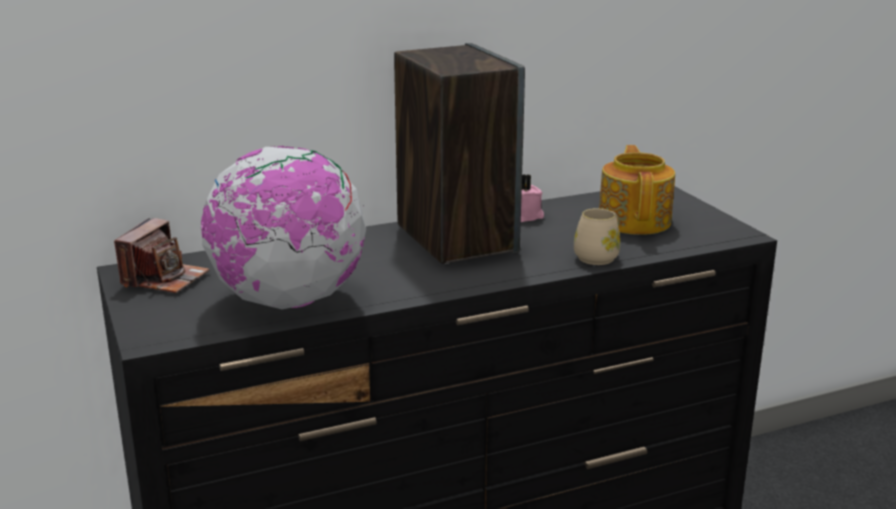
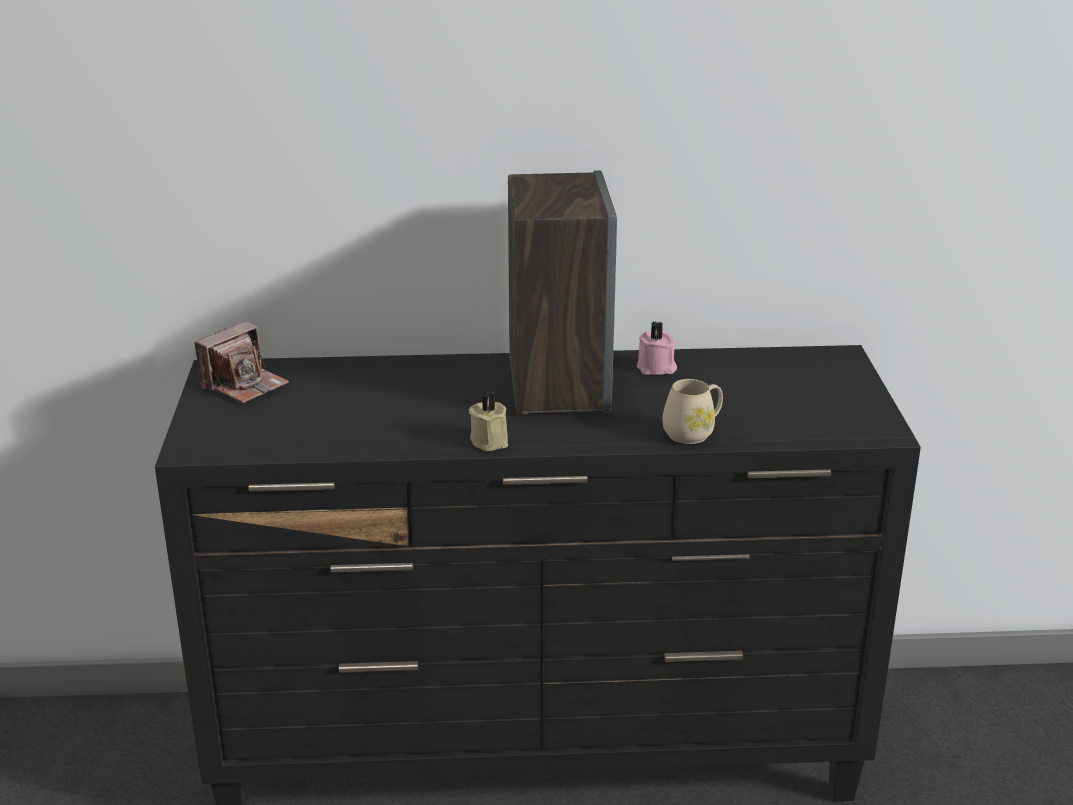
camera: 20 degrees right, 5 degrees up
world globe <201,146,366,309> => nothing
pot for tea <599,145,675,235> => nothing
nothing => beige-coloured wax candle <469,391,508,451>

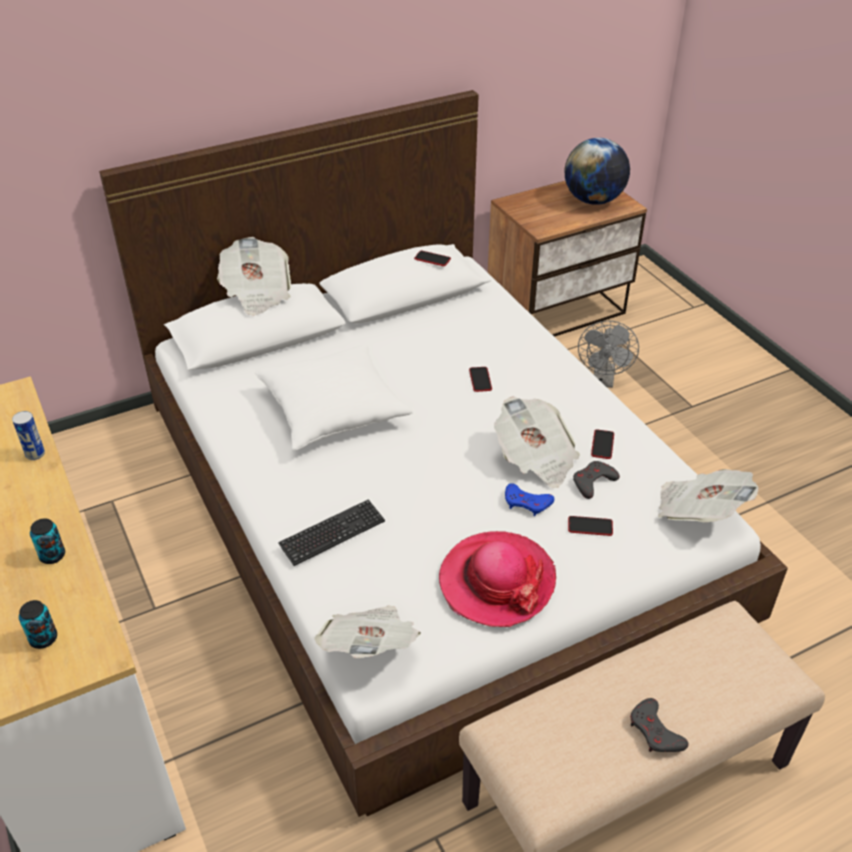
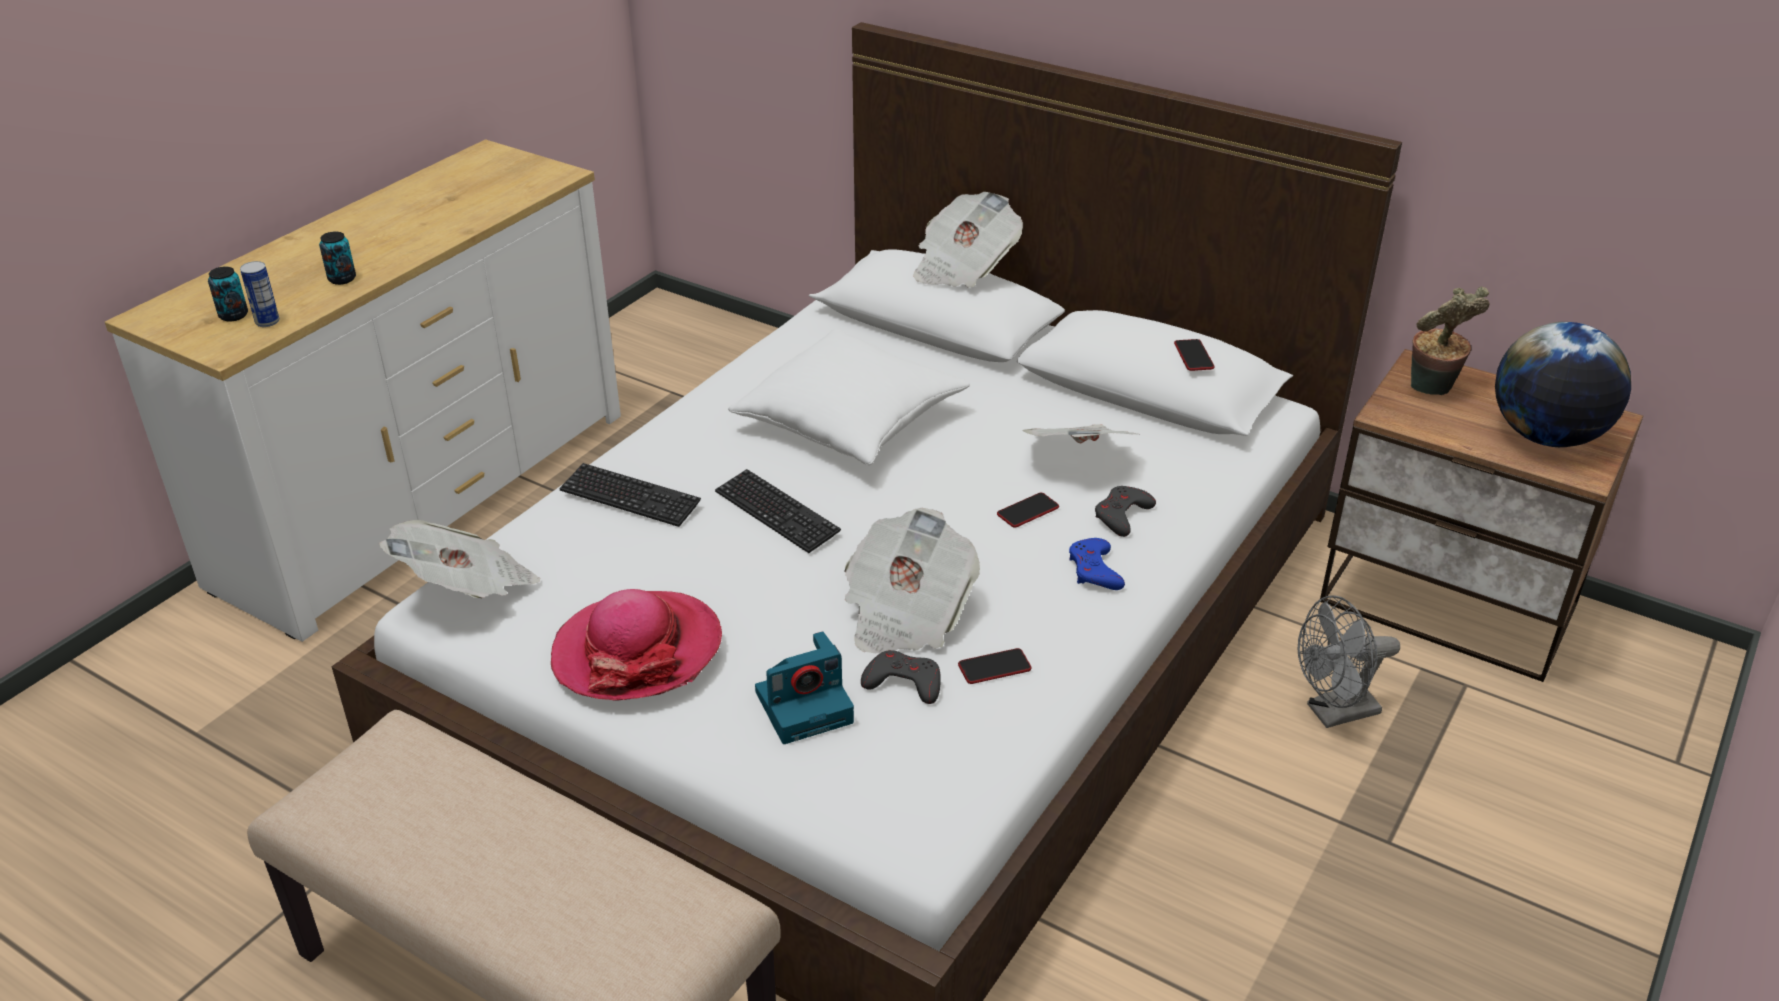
camera: 60 degrees right, 5 degrees down
can <12,411,45,460> => can <240,261,279,327>, move
bluish joypad <505,483,554,516> => bluish joypad <1069,538,1125,590>, move
handset <568,516,613,536> => photo camera <755,631,854,744>
grey joypad <630,698,689,752> => grey joypad <1095,486,1156,537>, move
daily paper <658,469,759,522> => daily paper <1022,425,1137,443>, move
nothing => keyboard <715,469,841,553>
nothing => plant in a pot <1411,286,1489,395>

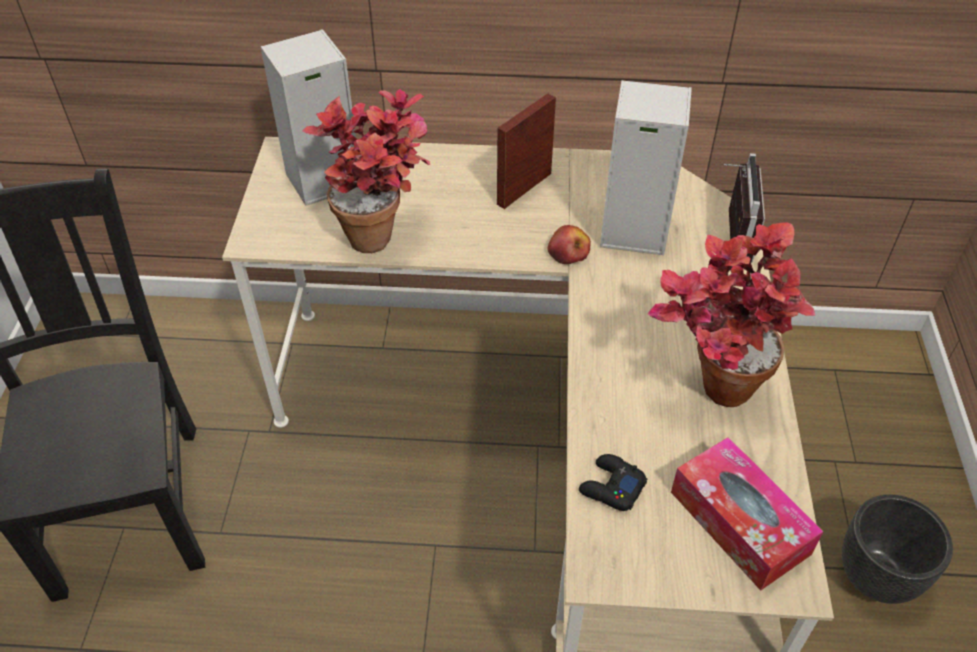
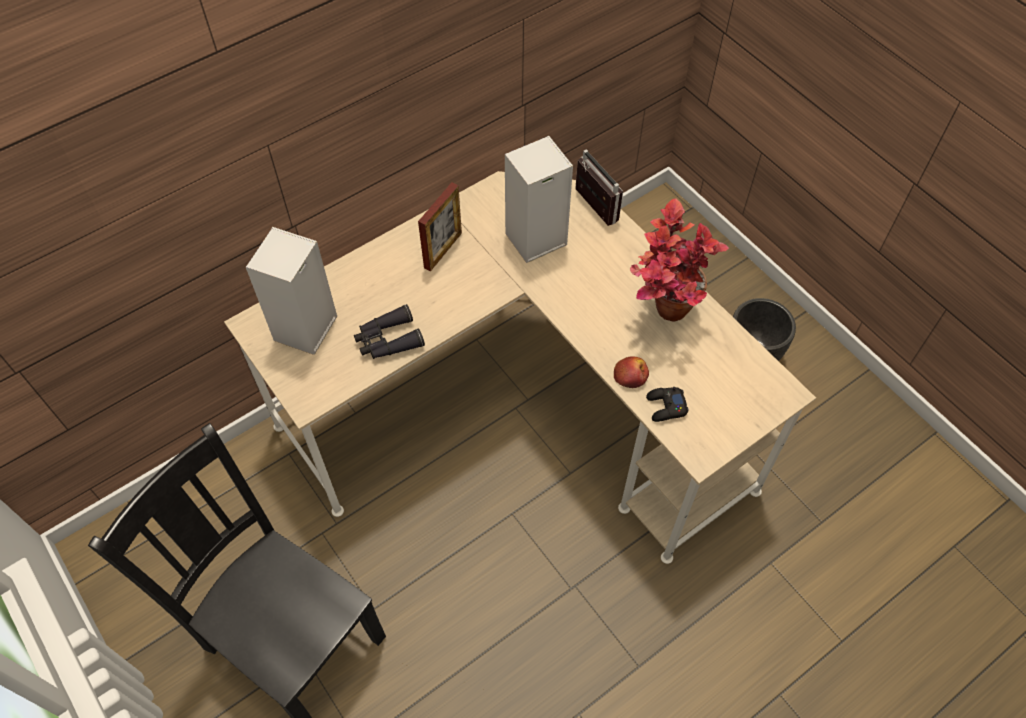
camera: 40 degrees left, 10 degrees up
plant in a pot <302,89,430,253> => black-coloured field glasses <354,304,425,359>
photo frame <497,94,556,209> => photo frame <418,182,462,272>, 150 degrees counterclockwise
apple <547,225,591,264> => apple <614,356,649,388>, move
tissue holder <671,437,823,591> => nothing

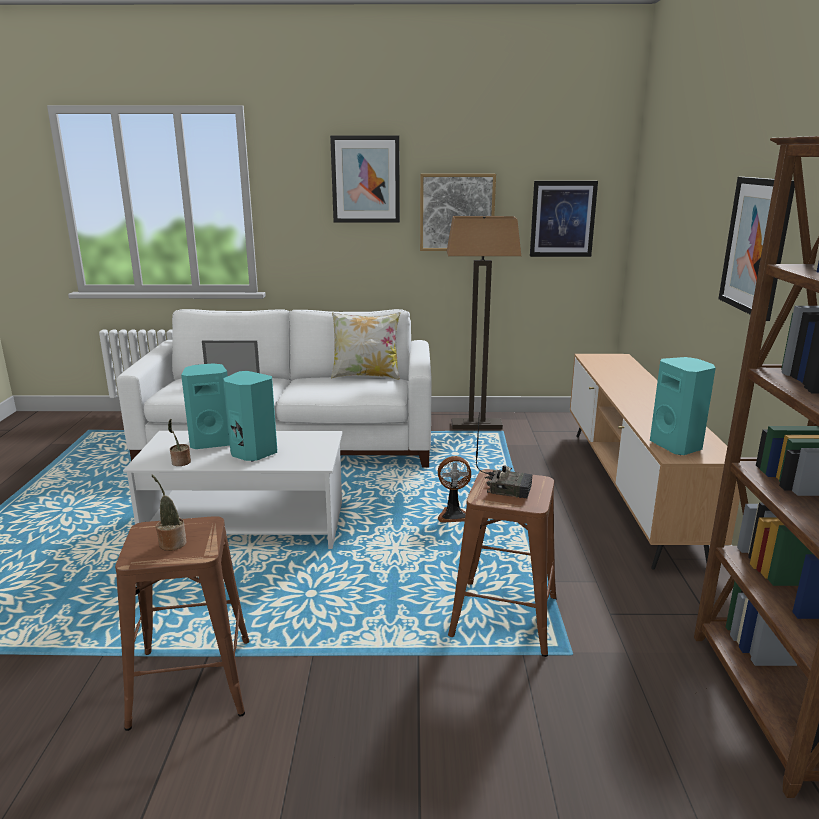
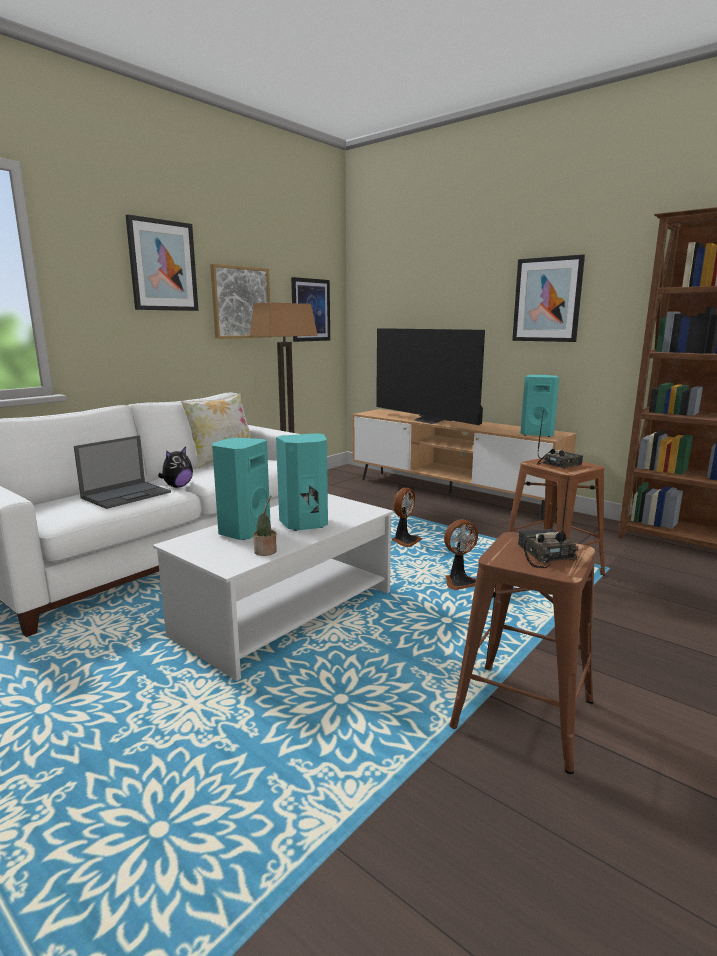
camera: 50 degrees left, 5 degrees down
plant in a pot <152,475,187,551> => radio receiver <518,476,578,568>
nothing => plush toy <158,447,193,488>
nothing => TV set <376,328,485,425>
nothing => fan <444,519,478,590>

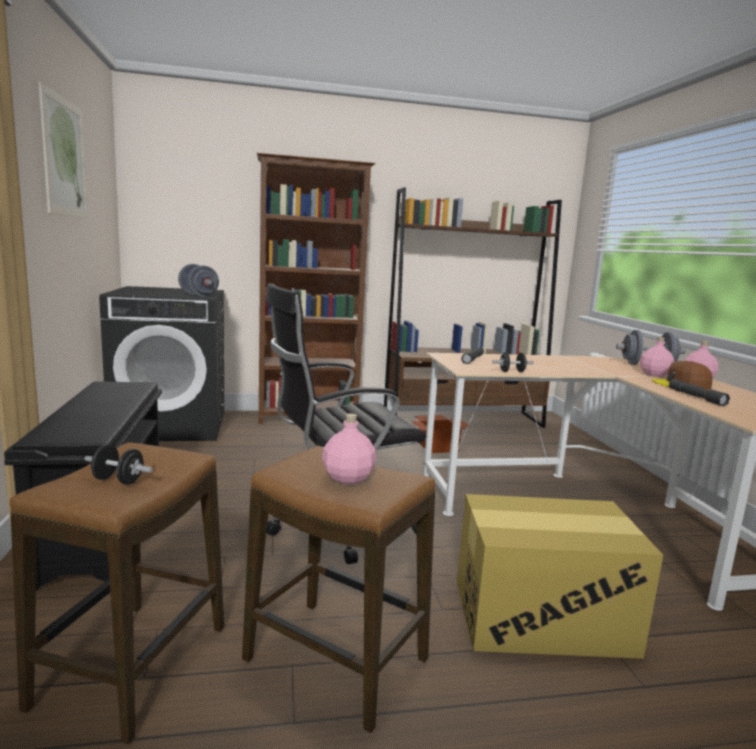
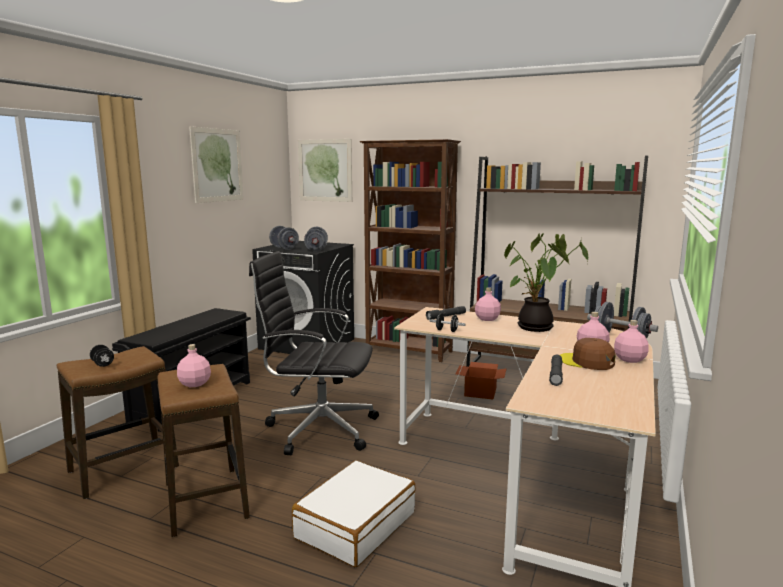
camera: 35 degrees right, 0 degrees up
carton <457,494,663,659> => whitish piece of luggage <292,460,415,567>
nothing => grey dumbbell <269,226,299,250>
nothing => wall art <298,139,352,202>
nothing => pinkish bottle <475,287,501,321>
nothing => plant in a pot <504,233,588,332>

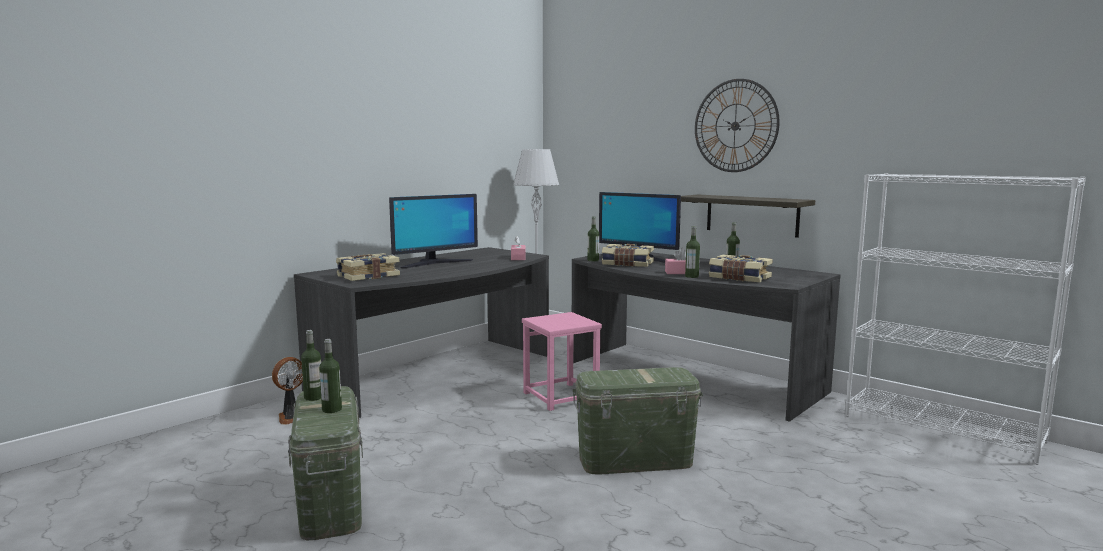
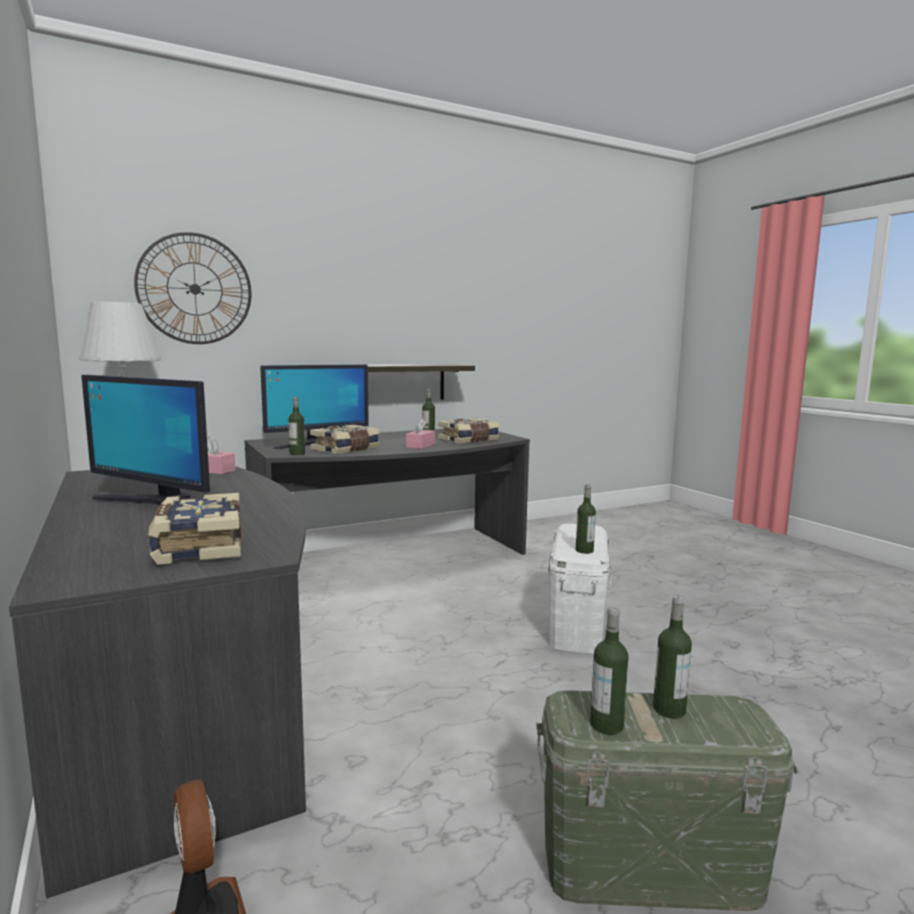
camera: 70 degrees left, 0 degrees up
computer display <389,194,478,268> => computer display <81,375,210,505>, 135 degrees clockwise
pinkish stool <522,312,602,411> => nothing
green storage container <572,367,703,475> => whitish storage container <548,524,611,653>
bottle <685,226,700,278> => bottle <576,484,596,554>, move
hanging clock <695,79,780,172> => hanging clock <134,232,251,344>, move
whitish bookshelf <845,173,1086,465> => nothing

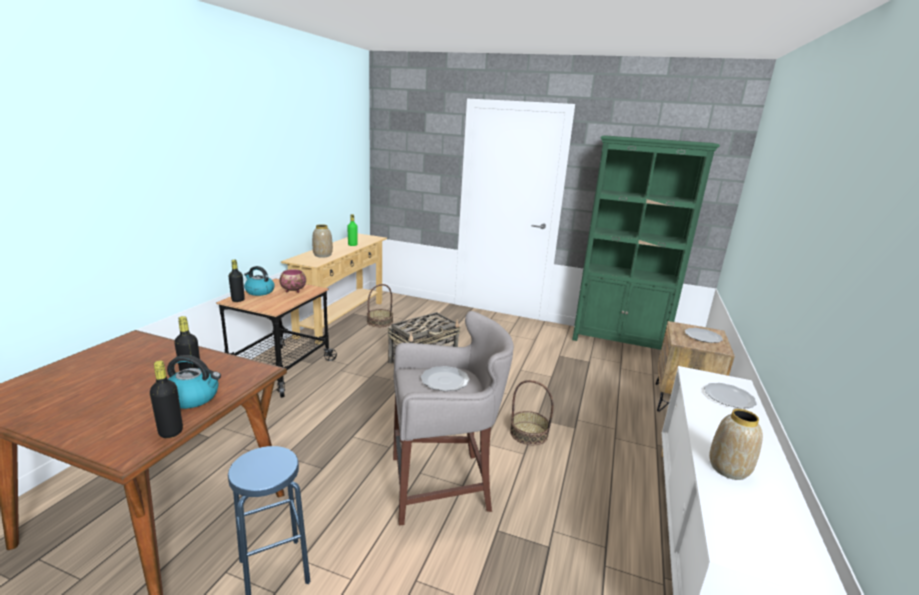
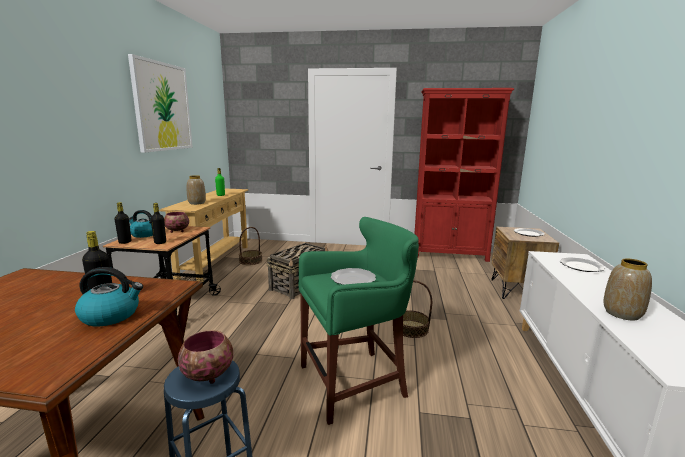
camera: 10 degrees left, 5 degrees down
black-coloured bottle <150,360,183,438> => black-coloured bottle <151,203,166,244>, move
grey stool <393,311,514,525> => green stool <299,217,419,425>
green bookshelf <572,135,720,350> => reddish bookshelf <414,88,514,262>
nothing => wall art <128,54,193,153>
nothing => bowl <178,330,233,384>

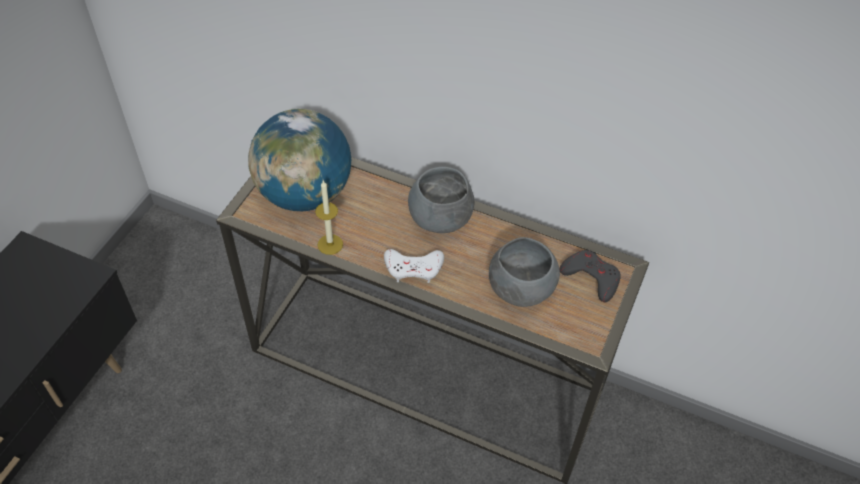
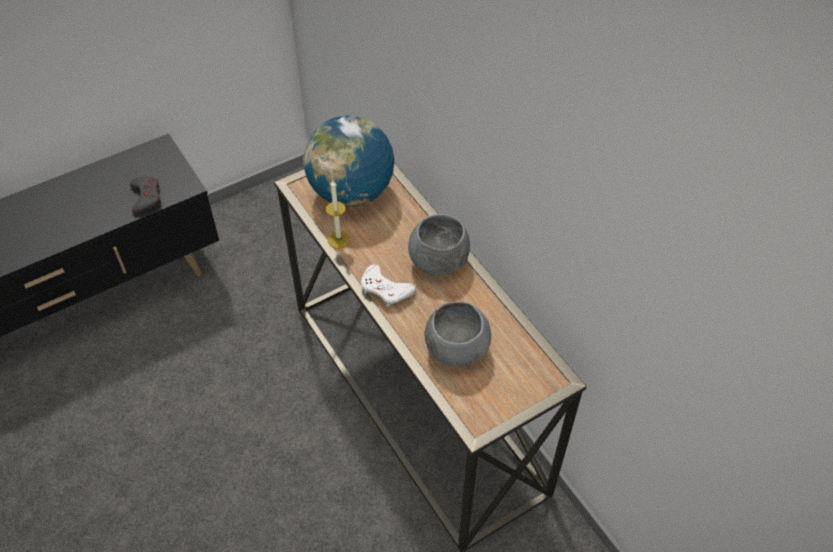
camera: 35 degrees right, 0 degrees up
grey joypad <560,250,621,302> => grey joypad <130,177,161,215>, move

